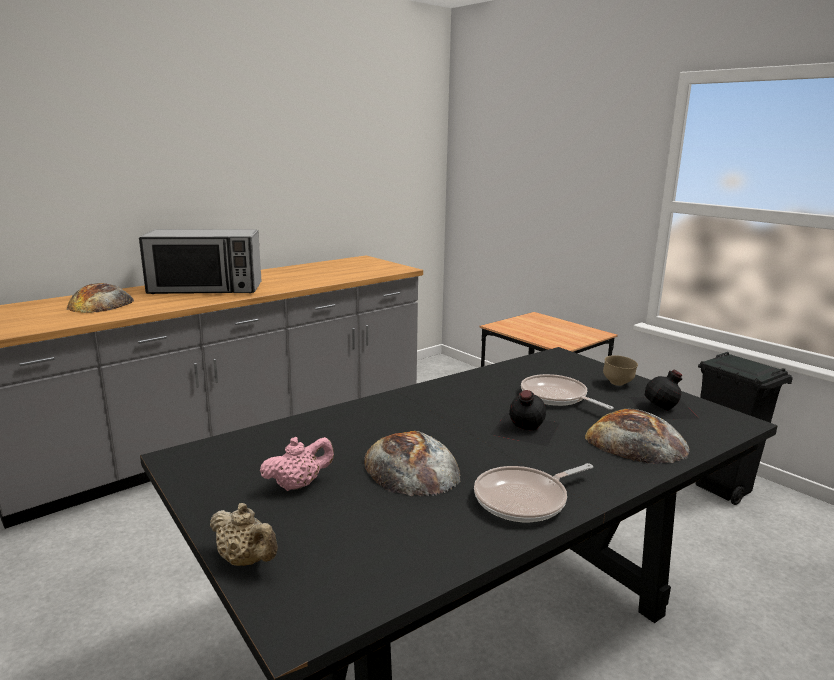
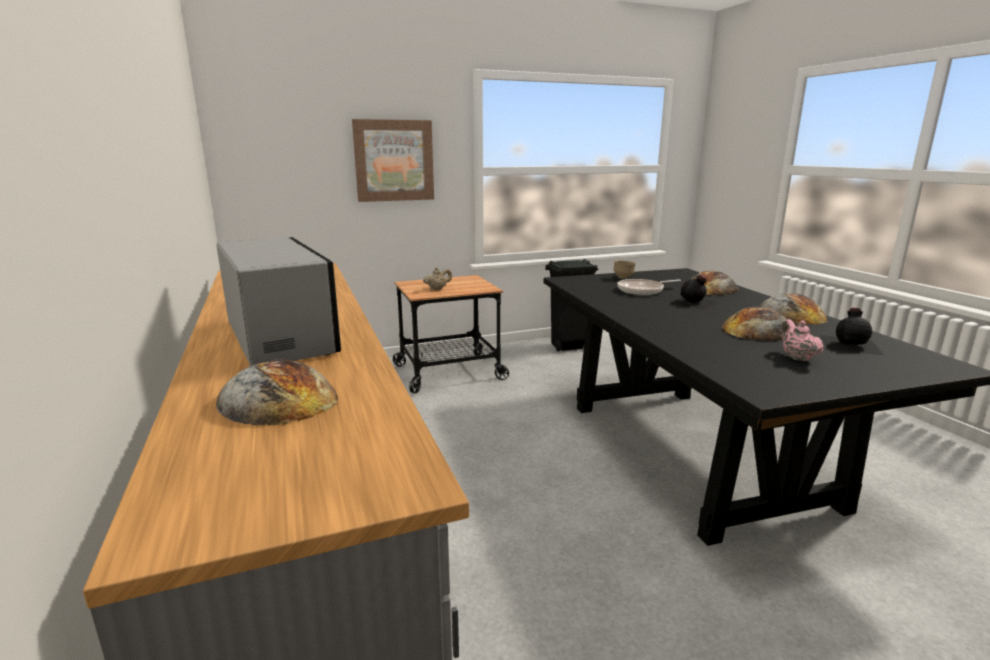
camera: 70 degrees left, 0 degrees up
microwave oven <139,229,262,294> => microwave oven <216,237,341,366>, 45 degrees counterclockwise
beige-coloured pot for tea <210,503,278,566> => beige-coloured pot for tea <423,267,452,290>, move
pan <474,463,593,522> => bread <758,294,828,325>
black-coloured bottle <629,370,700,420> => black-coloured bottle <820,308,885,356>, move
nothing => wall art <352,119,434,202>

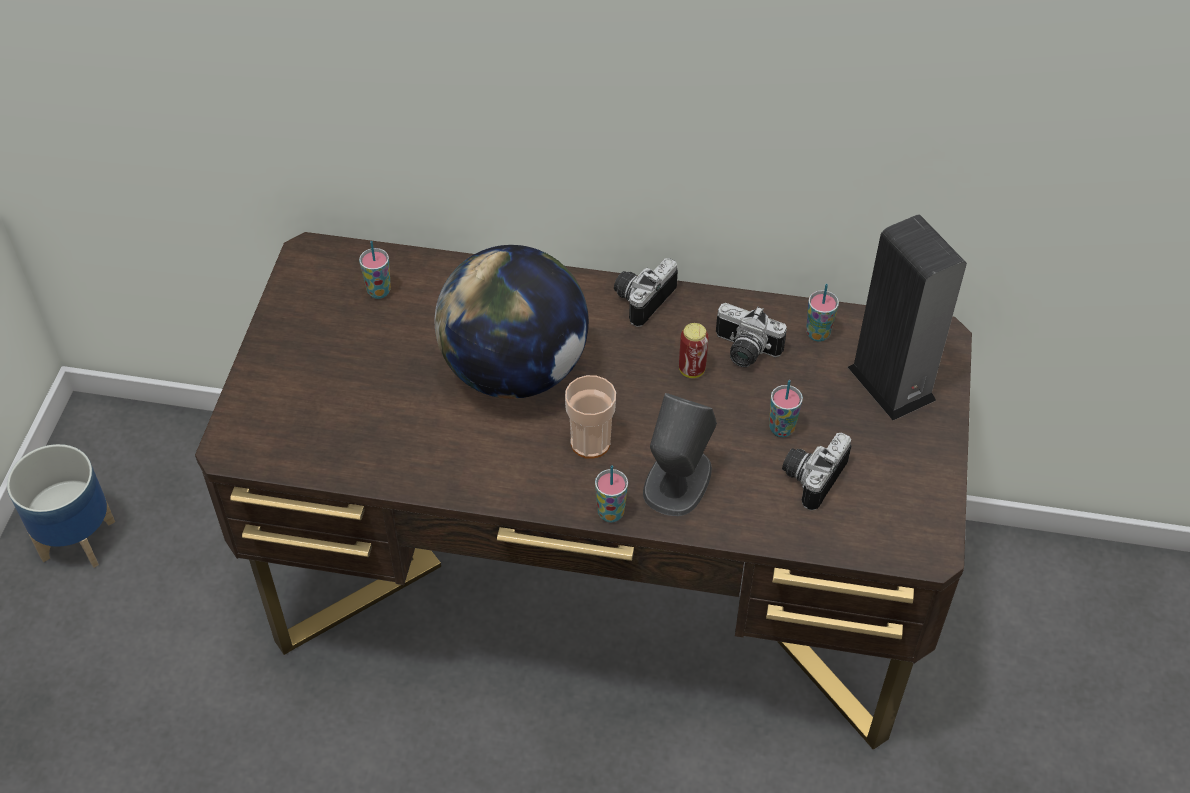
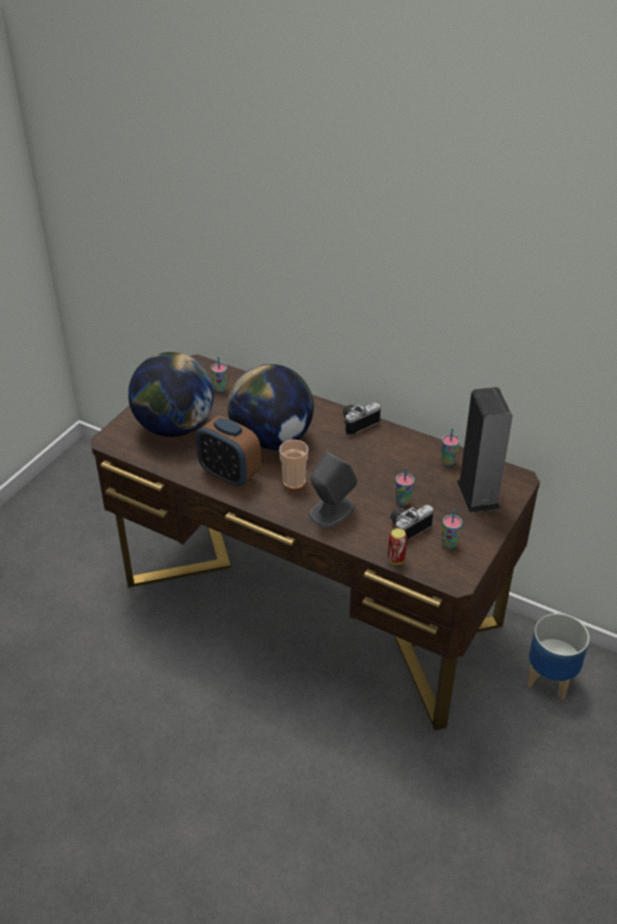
camera: 20 degrees right, 10 degrees down
plant pot <7,444,115,568> => plant pot <527,613,589,700>, move
cup <595,465,628,522> => cup <442,510,462,548>, move
can <679,323,709,378> => can <388,528,407,565>, move
photo camera <716,303,787,367> => nothing
nothing => world globe <128,352,214,437>
nothing => bedside clock <196,416,261,487>

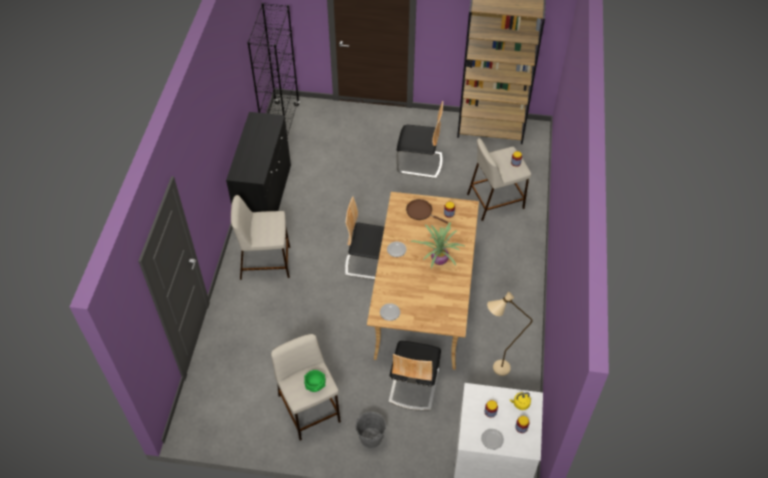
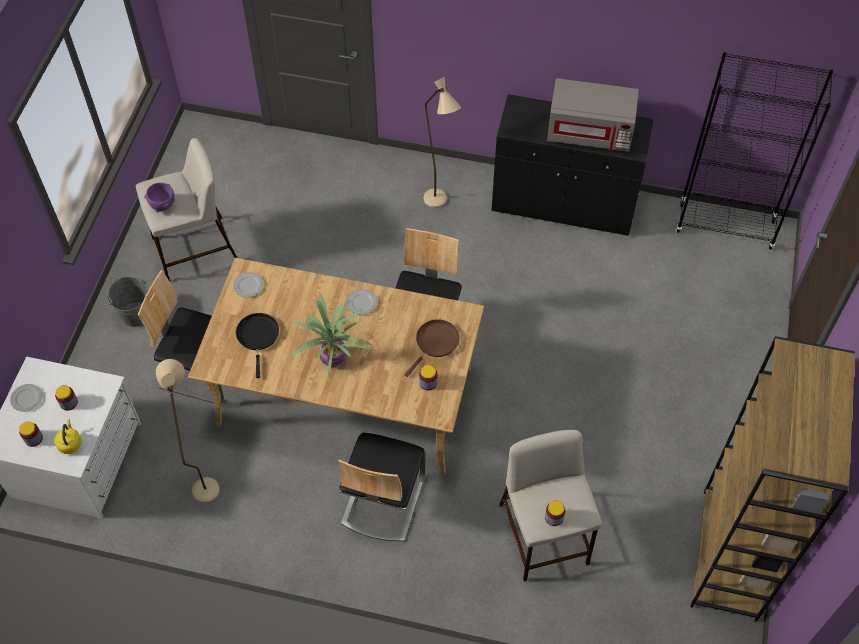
camera: 95 degrees right, 5 degrees up
beige-coloured stool <231,195,290,280> => beige-coloured floor lamp <424,77,461,208>
green bowl <304,370,326,392> => purple bowl <144,183,175,213>
plain chair <396,101,443,179> => plain chair <338,433,425,541>, move
nothing => black-coloured pan <236,313,279,378>
nothing => grey microwave oven <547,78,639,152>

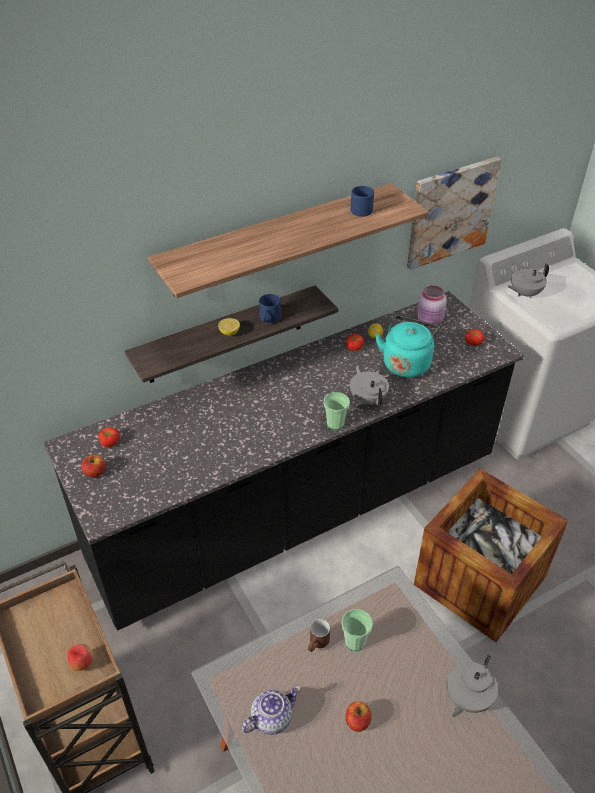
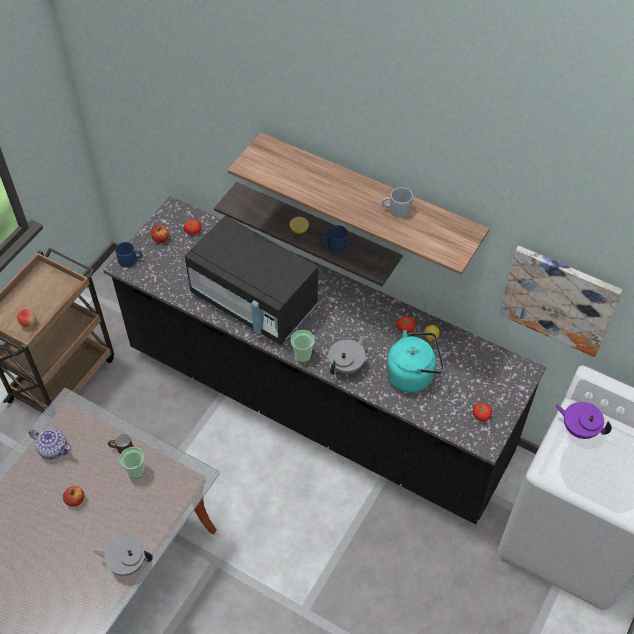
camera: 60 degrees right, 10 degrees up
bluish coffee mug <351,186,374,217> => bluish coffee mug <115,242,142,267>, move
crate <414,469,568,642> => nothing
pinkish jar <416,286,447,325> => nothing
grey pot for tea <507,263,549,298> => purple pot for tea <555,402,612,439>
nothing => black-coloured microwave oven <184,216,318,345>
nothing => grey coffee mug <382,187,413,218>

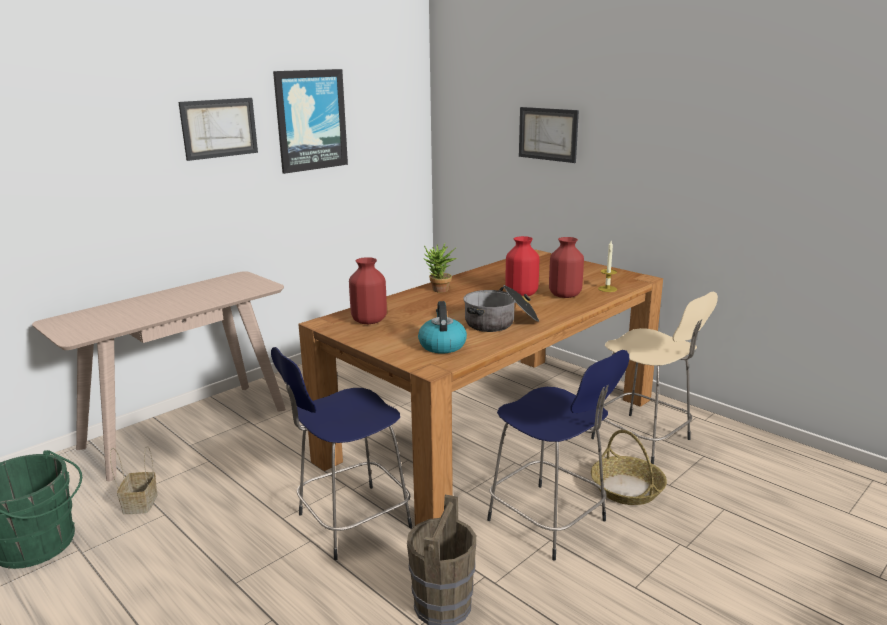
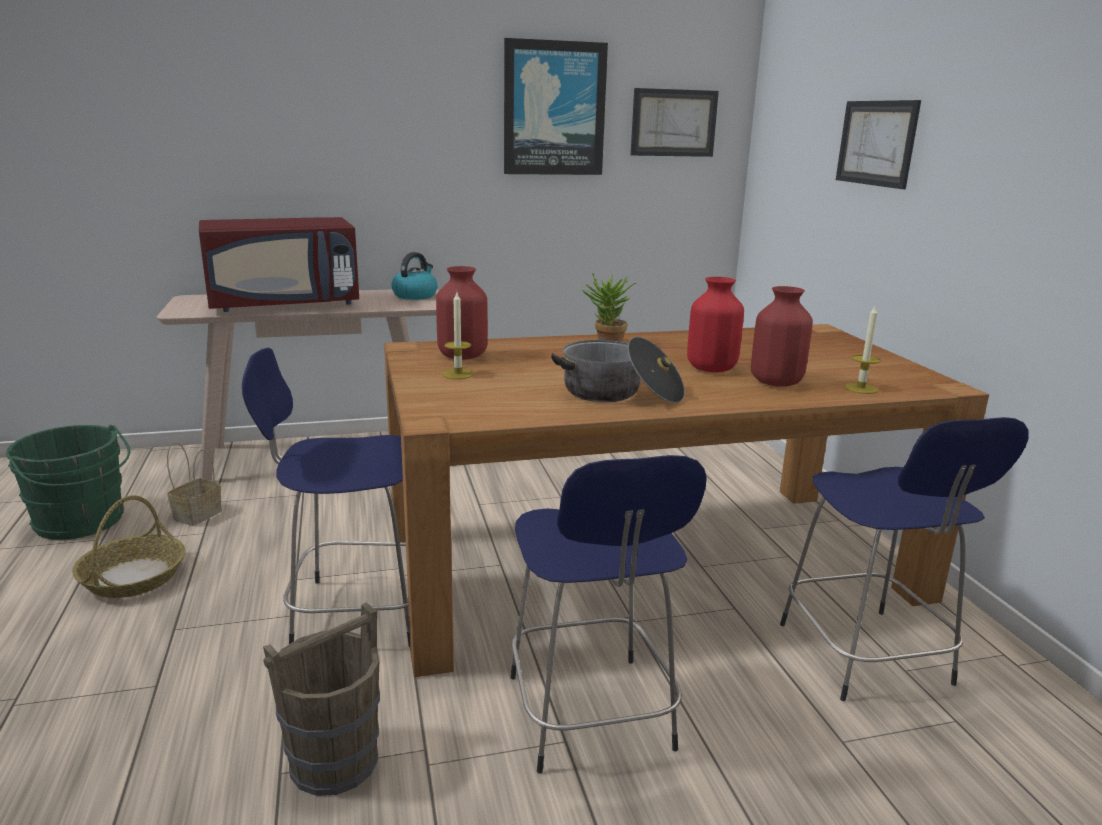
camera: 30 degrees right, 0 degrees up
wall art <178,98,258,161> => wall art <631,88,719,157>, move
tea kettle <418,301,467,353> => tea kettle <392,252,438,300>, move
beige-coloured stool <591,292,718,464> => bluish stool <780,417,1029,701>
storage basket <591,430,667,505> => storage basket <72,495,185,598>, move
nothing => reddish microwave oven <199,217,359,312>
nothing => wax candle <442,292,474,379>

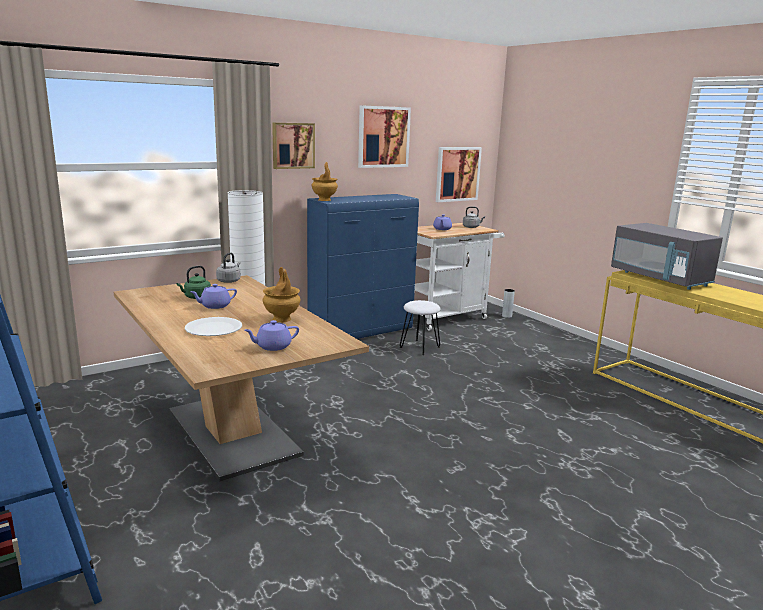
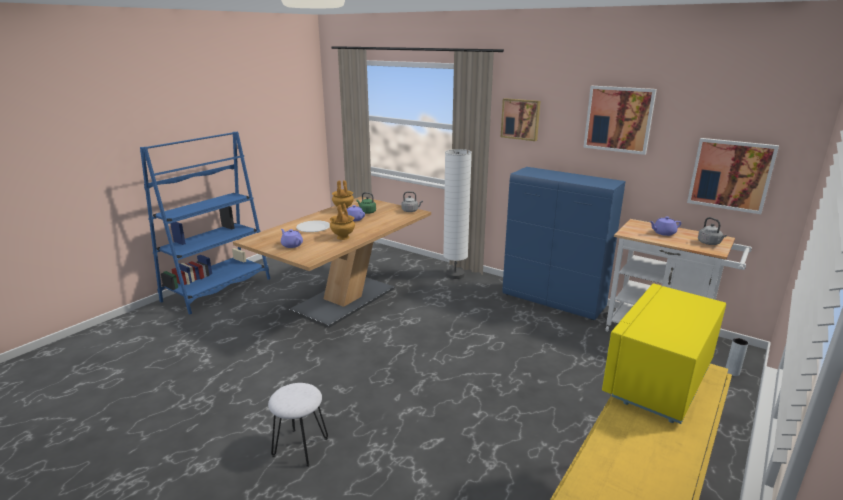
camera: 70 degrees right, 5 degrees up
brownish vase <312,162,338,201> => brownish vase <332,180,354,212>, move
whitish stool <400,300,441,355> => whitish stool <268,383,328,467>, move
grey microwave oven <611,223,723,290> => yellowish microwave oven <602,283,726,424>

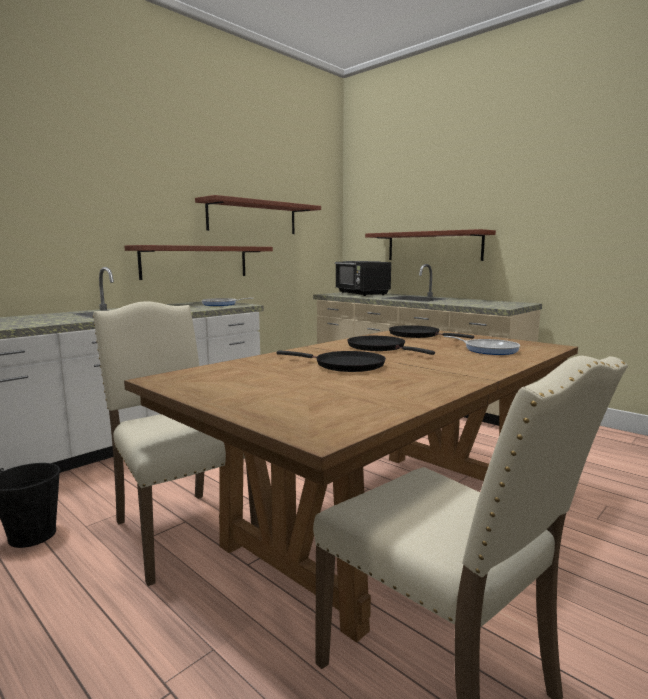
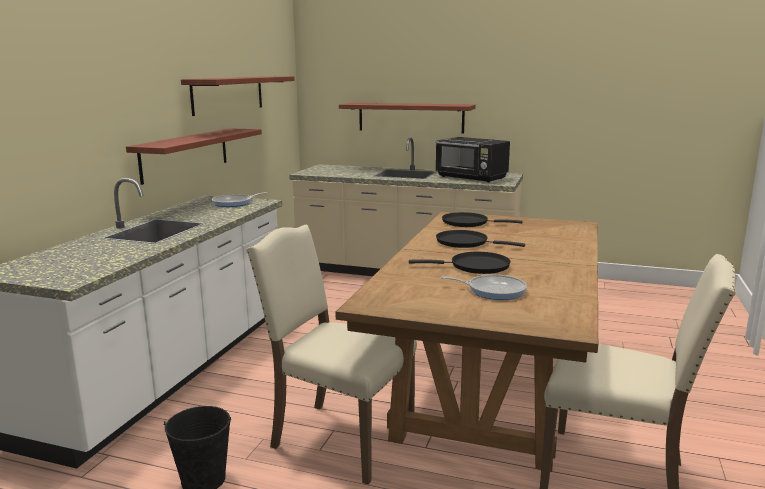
camera: 25 degrees left, 5 degrees up
black-coloured microwave oven <335,261,391,296> => black-coloured microwave oven <435,137,510,183>, move
pan <444,336,520,355> => pan <441,275,527,300>, move

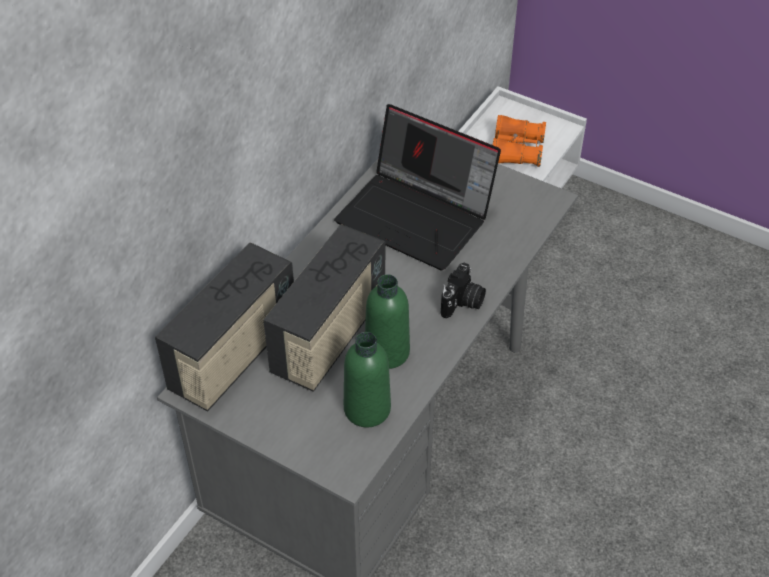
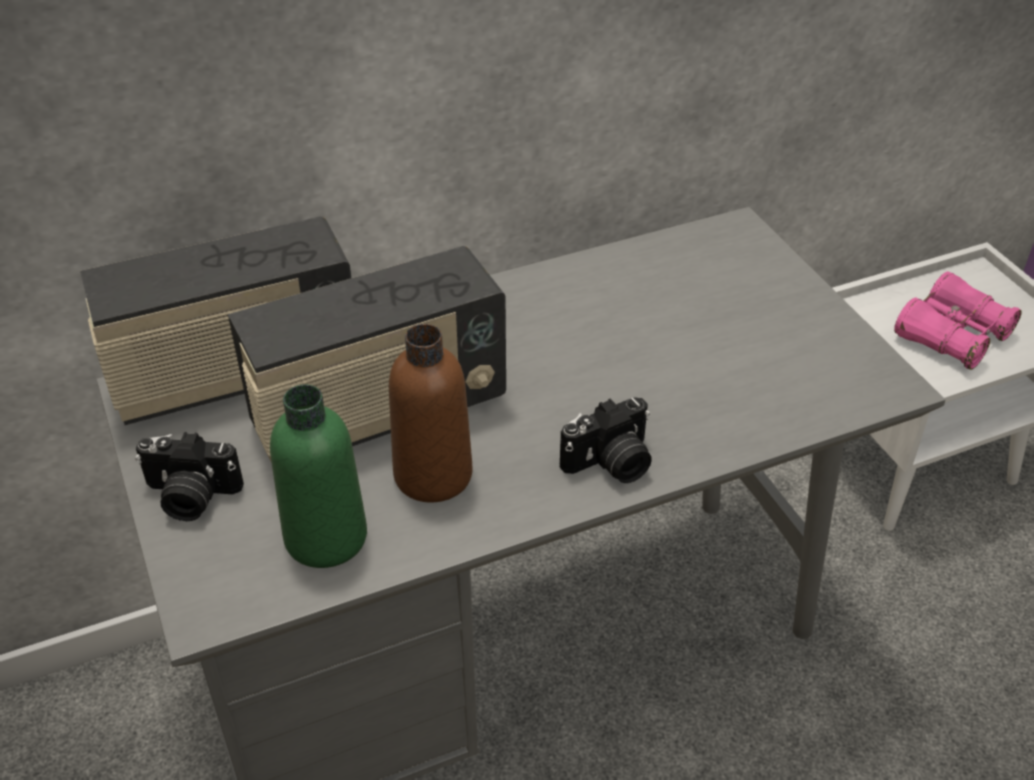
camera: 35 degrees right, 5 degrees down
laptop <334,104,501,271> => nothing
green bottle <365,274,410,369> => brownish bottle <389,324,472,502>
orange field glasses <493,115,546,167> => pinkish field glasses <894,271,1022,370>
nothing => photo camera <135,432,244,521>

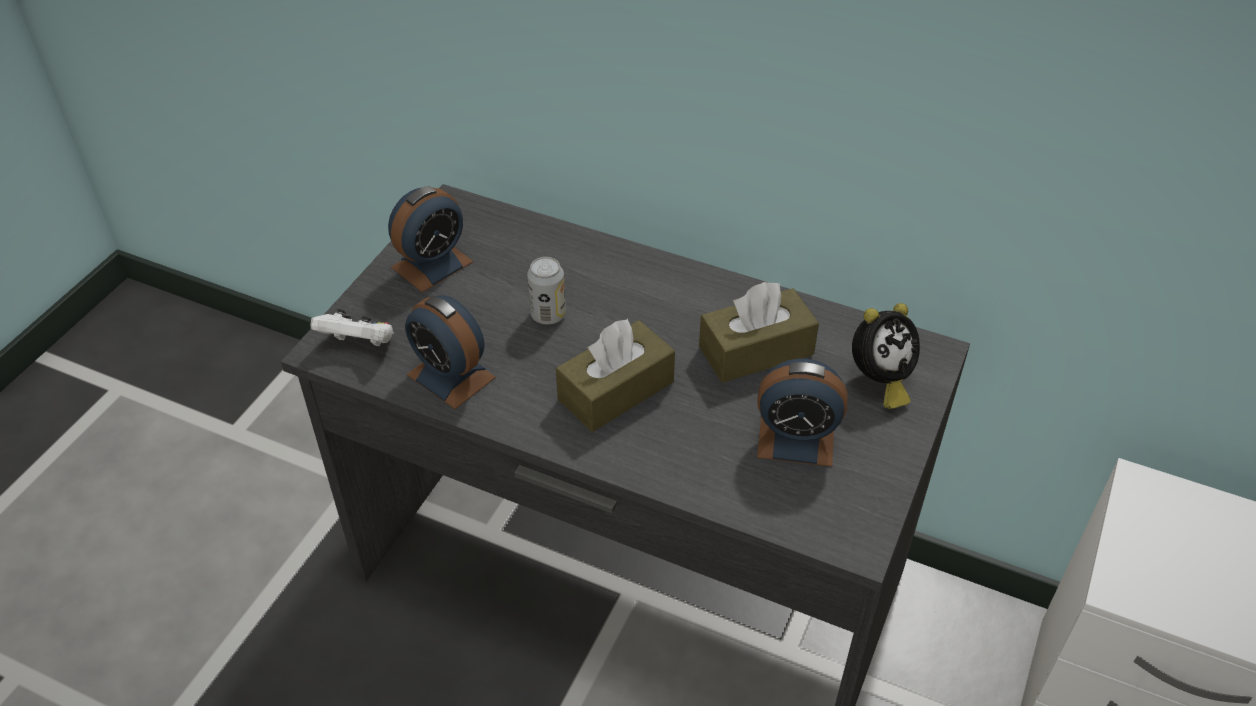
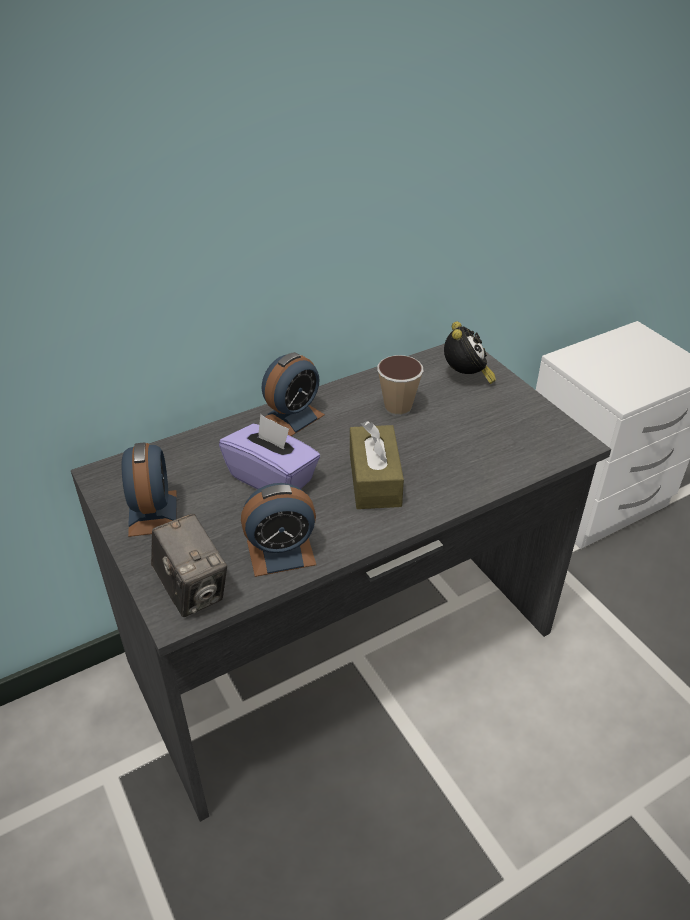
camera: 55 degrees left, 5 degrees down
whitish joypad <310,309,394,346> => photo camera <151,513,227,617>
can <527,257,566,324> => purple tissue holder <219,414,320,490>
brownish tissue holder <699,282,819,383> => cup <377,355,423,416>
bedside clock <757,359,847,467> => bedside clock <262,352,325,436>, move

